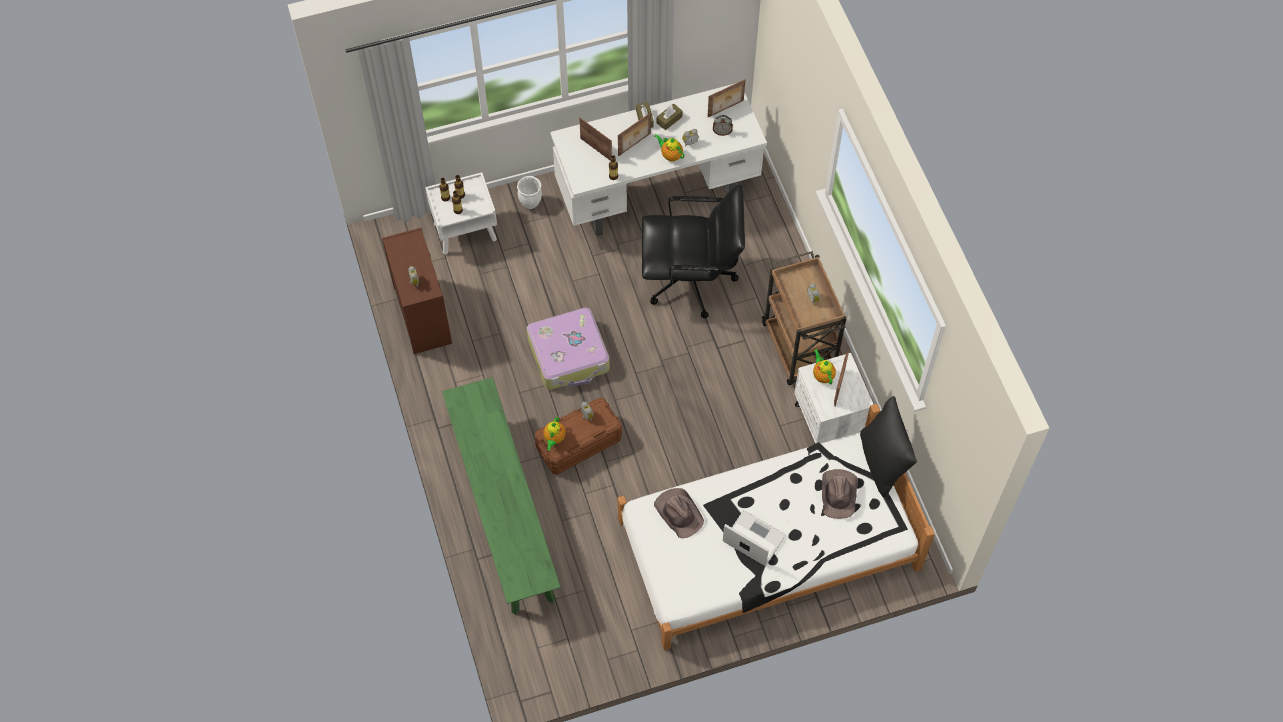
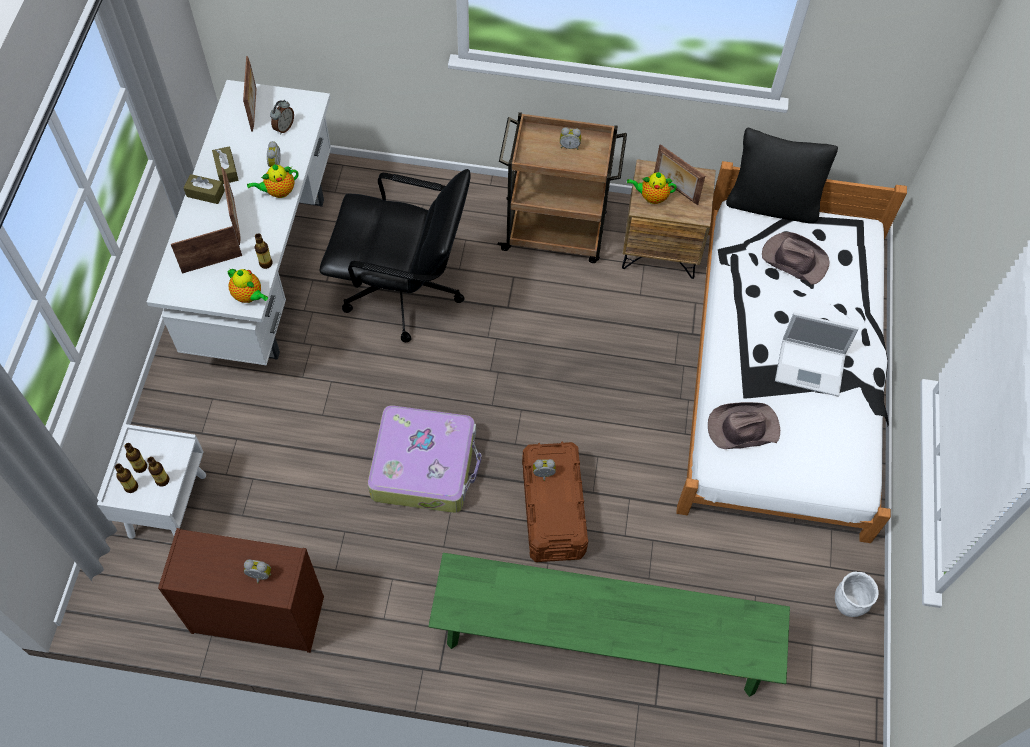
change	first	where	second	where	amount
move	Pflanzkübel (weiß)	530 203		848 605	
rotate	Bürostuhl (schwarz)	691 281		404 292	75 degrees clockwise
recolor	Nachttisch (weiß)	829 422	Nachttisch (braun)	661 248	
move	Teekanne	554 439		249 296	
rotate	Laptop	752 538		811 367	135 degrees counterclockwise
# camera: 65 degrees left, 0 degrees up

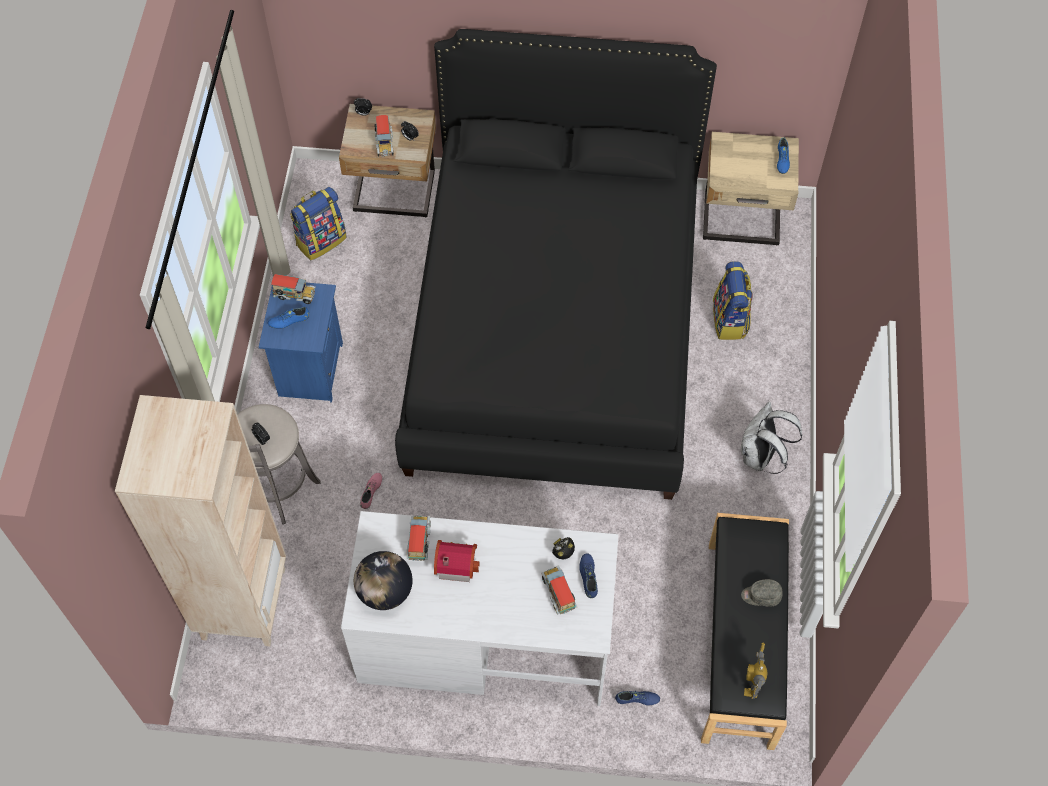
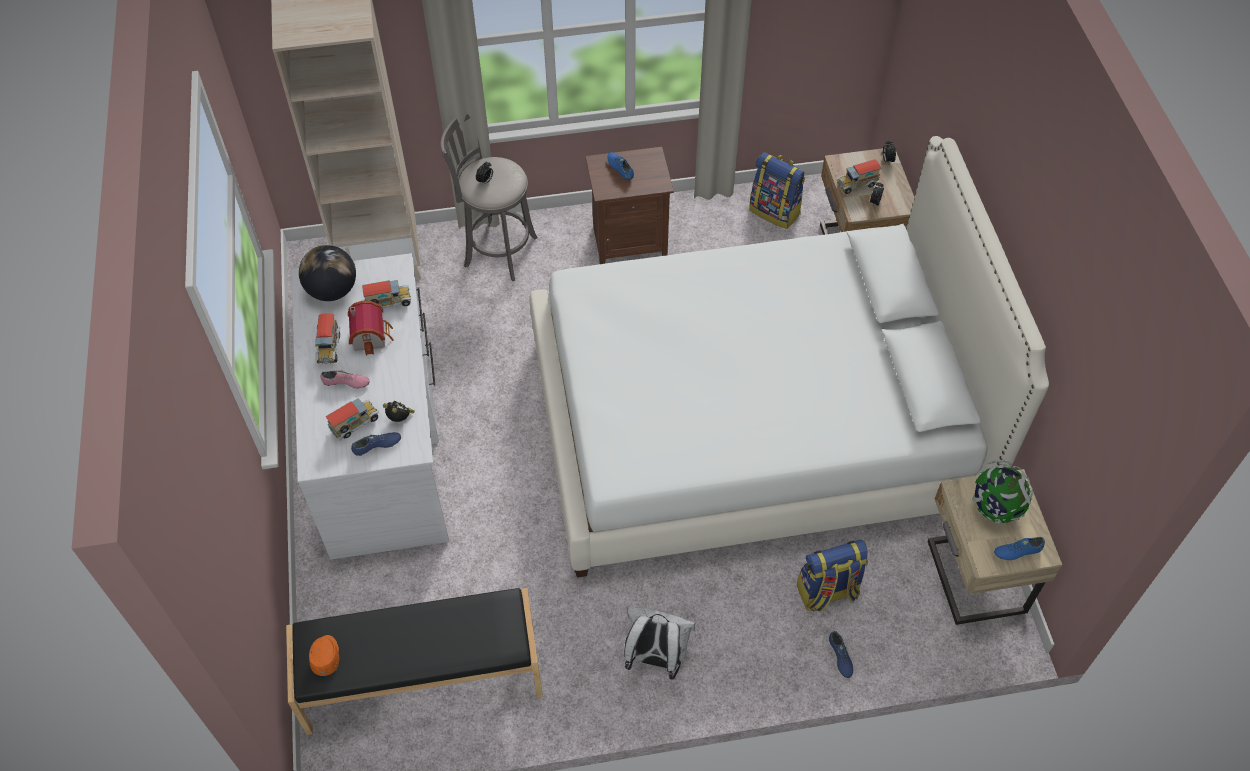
change	first	where	second	where	amount
recolor	Bett (schwarz)	555 326	Bett (weiß)	752 424	
move	Spielzeuglaster	295 296		328 348	
recolor	Nachttisch (blau)	309 369	Nachttisch (braun)	628 241	
move	Schuh (rosa)	371 492		346 383	
delete	Kappe (grau)	761 596			
replace	Spielzeugroboter	752 684	Kappe (orange)	326 656	
move	Schuh (blau)	637 700		840 657	
insert			Globus	995 508	
# camera: 75 degrees right, 5 degrees down

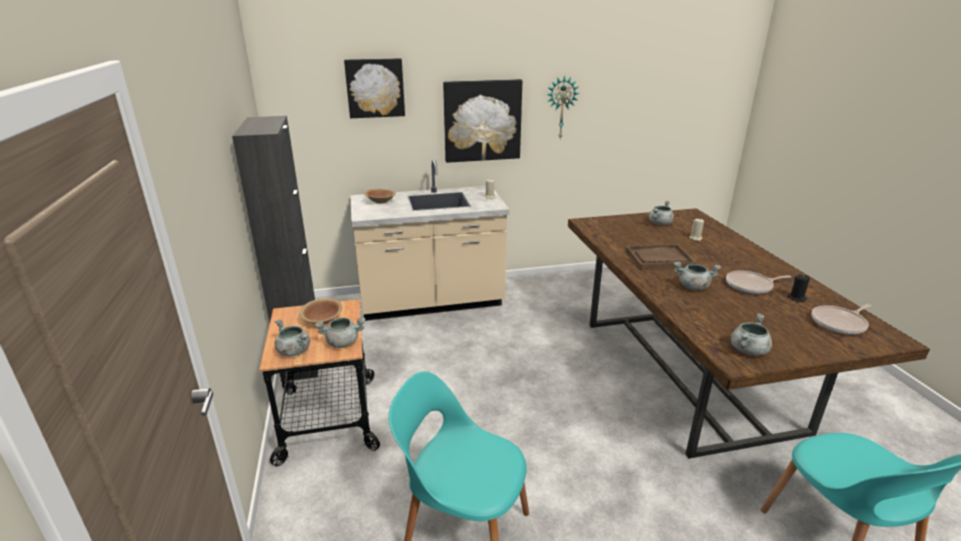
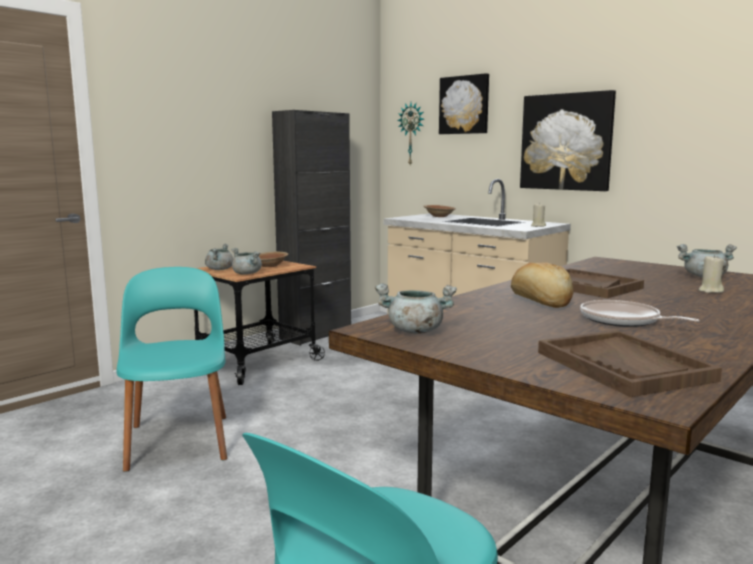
change	first	where	second	where	amount
move	Wanduhr	561 107		412 134	
replace	Kochtopf (grau)	693 287	Brot	540 302	
delete	Kerze (schwarz)	797 298			
replace	Pfanne	840 323	Tablett (braun)	623 366	
# camera: 55 degrees right, 15 degrees down

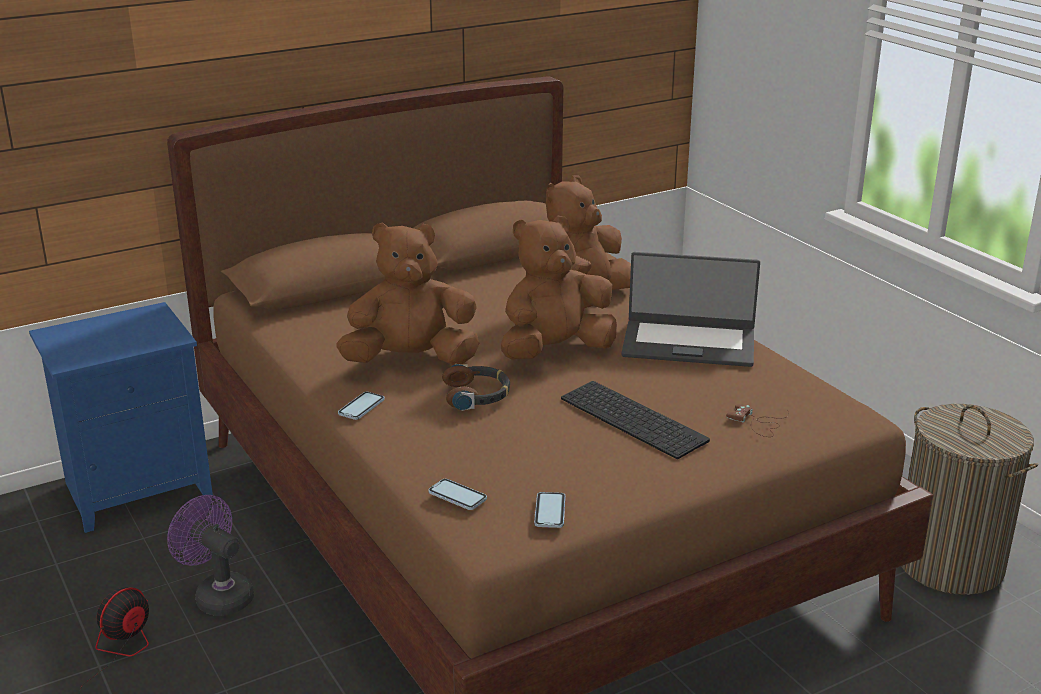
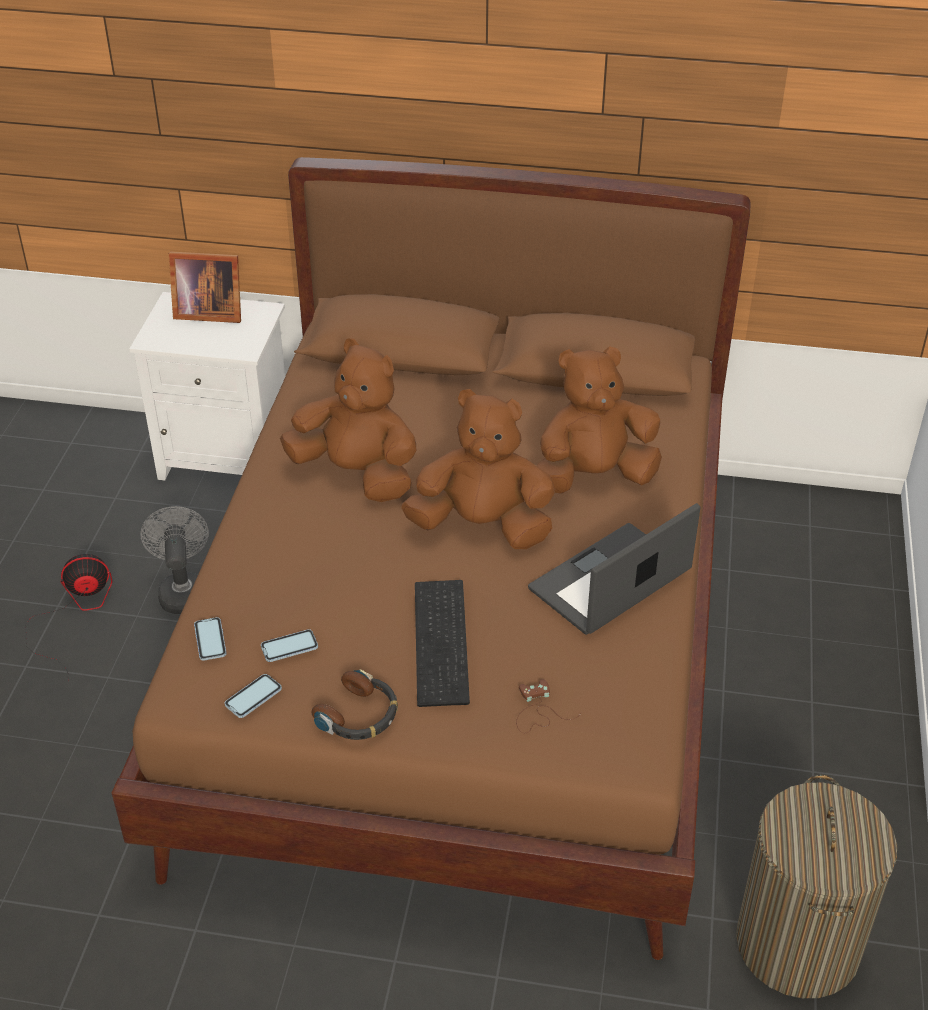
change	first	where	second	where	amount
rotate	Laptop	688 343		611 581	90 degrees clockwise
recolor	Nachttisch (blau)	139 488	Nachttisch (weiß)	229 456	
move	Kopfhörer	477 395		359 715	
move	Handy	361 407		289 647	
recolor	Ventilator (lila)	218 595	Ventilator (grau)	183 590	
insert			Bilderrahmen	207 312	
# camera: 40 degrees right, 15 degrees up

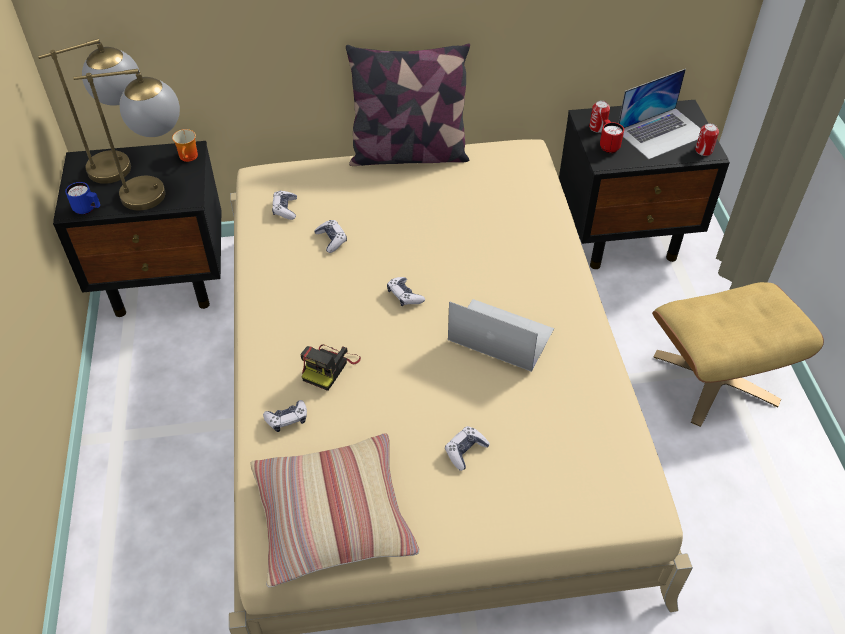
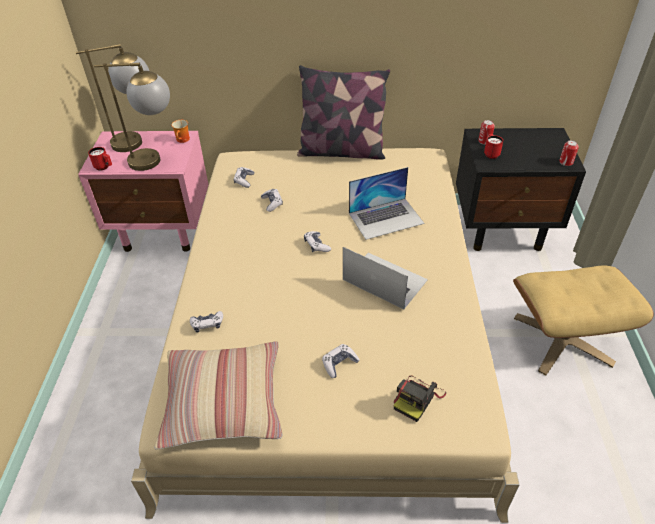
change	first	where	second	where	amount
move	Laptop	662 133		386 218	
recolor	Nachttisch (schwarz)	166 280	Nachttisch (rosa)	164 230	
recolor	Henkelbecher (blau)	88 210	Henkelbecher (rot)	104 167	
move	Kamera	329 367		417 398	
# camera: 10 degrees right, 5 degrees down

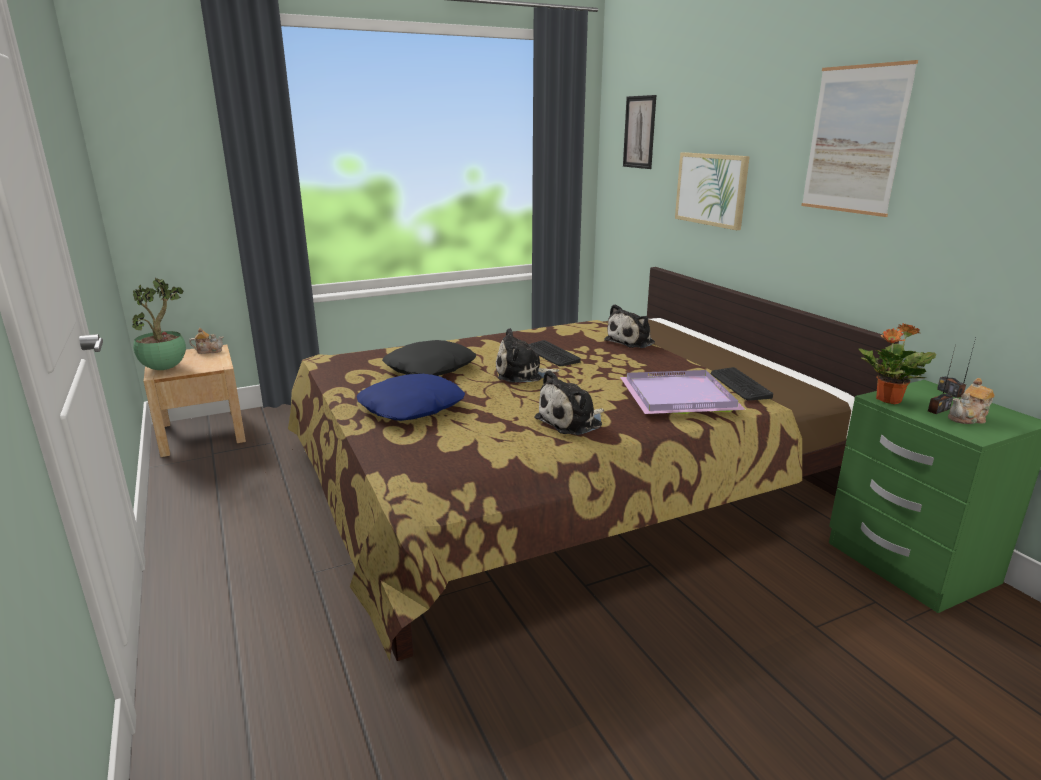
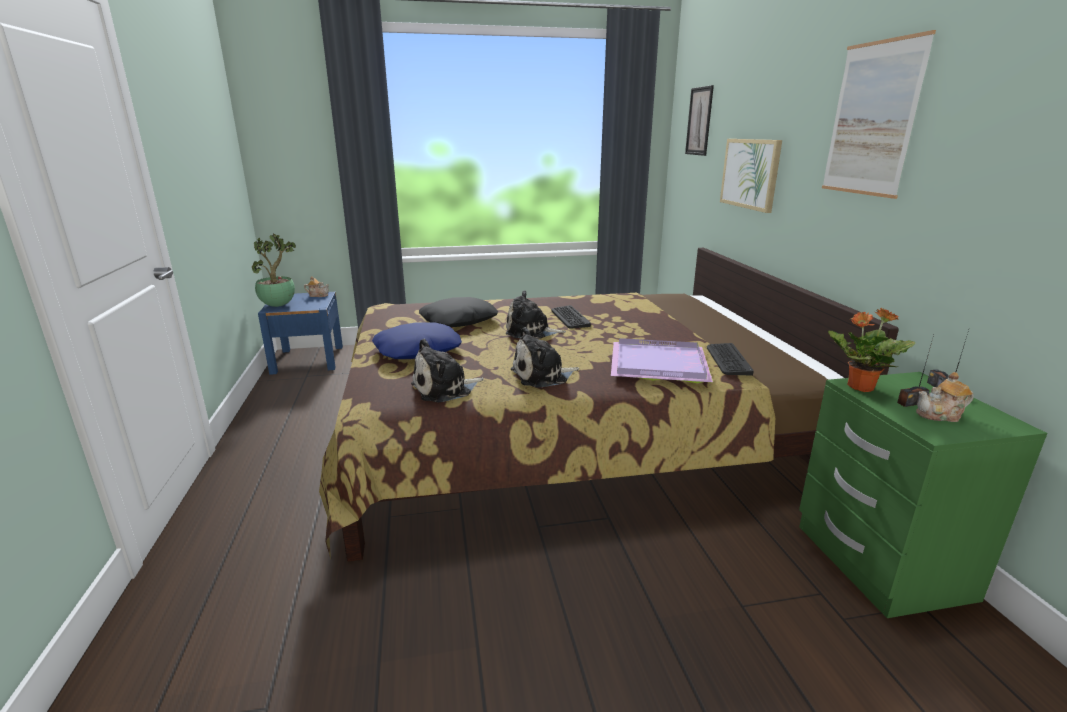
change	first	where	second	where	amount
move	Plüschtier	632 341		445 389	
recolor	Nachttisch (beige)	202 433	Nachttisch (blau)	308 359	
# camera: 15 degrees right, 0 degrees up

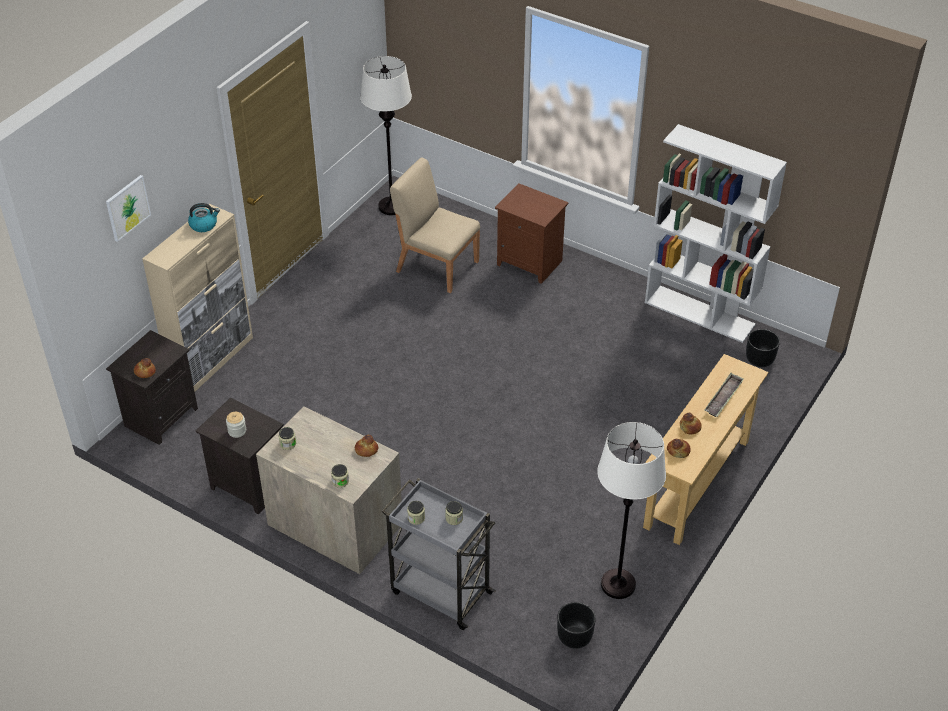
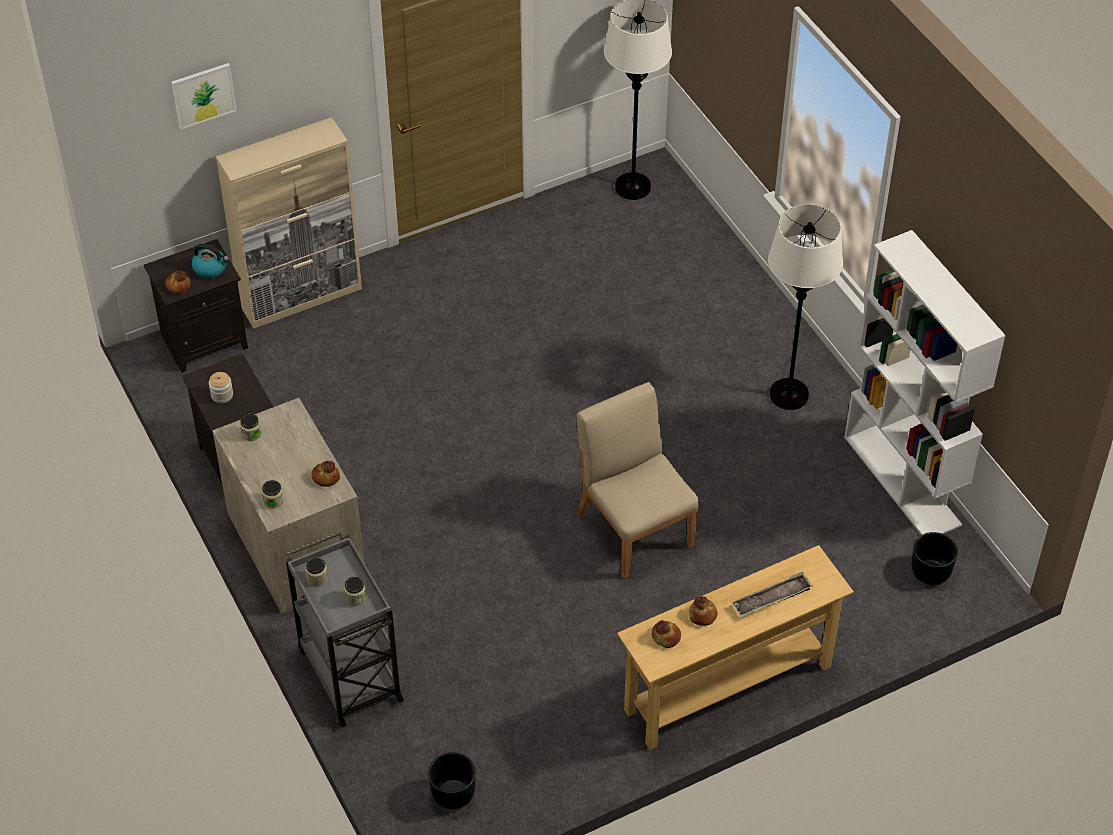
change	first	where	second	where	amount
move	Stuhl (beige)	436 265		635 528	
delete	Nachttisch (braun)	531 262			
move	Wasserkessel	204 225		210 268	
move	Stehlampe (weiß)	618 584		789 395	
# camera: 30 degrees right, 5 degrees up

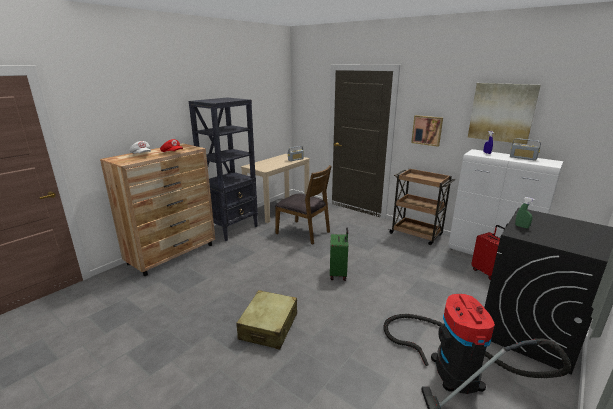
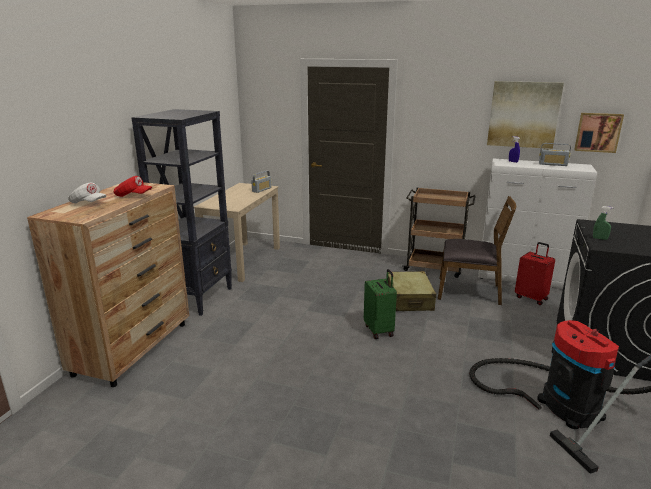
change	first	where	second	where	amount
move	Bild	427 130		598 132	
move	Stuhl (braun)	303 232		469 291	
move	Koffer (beige)	269 326		409 299	
# camera: 20 degrees left, 0 degrees up

